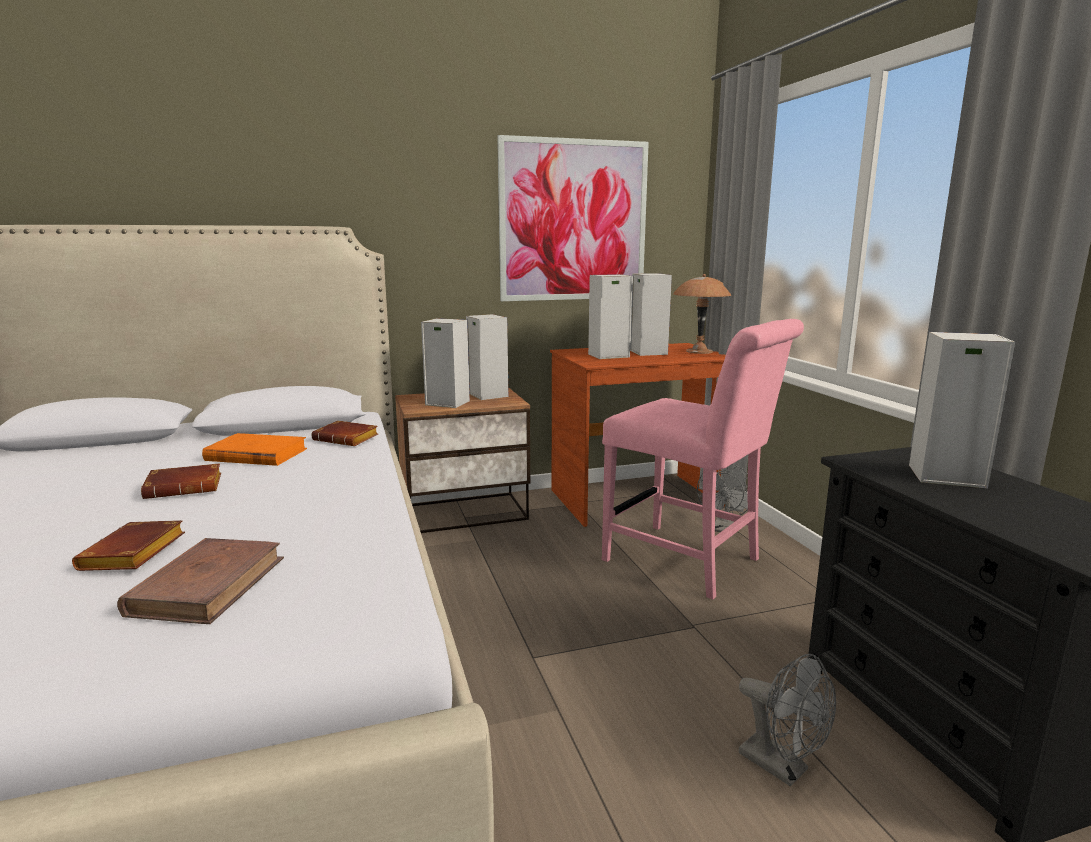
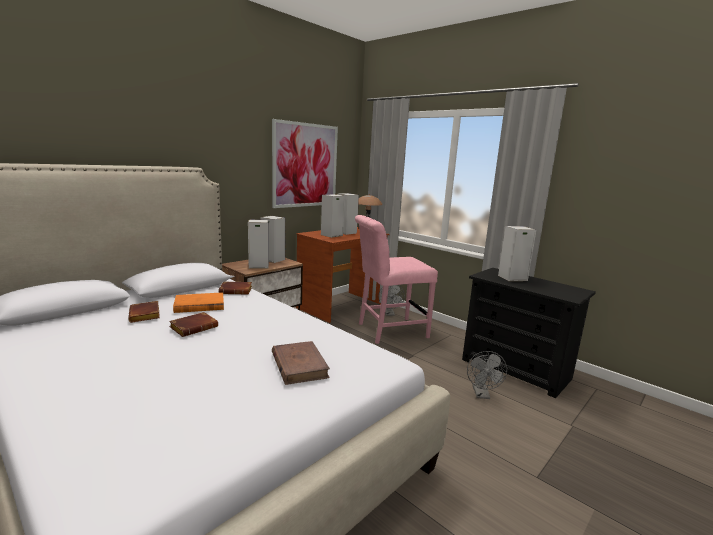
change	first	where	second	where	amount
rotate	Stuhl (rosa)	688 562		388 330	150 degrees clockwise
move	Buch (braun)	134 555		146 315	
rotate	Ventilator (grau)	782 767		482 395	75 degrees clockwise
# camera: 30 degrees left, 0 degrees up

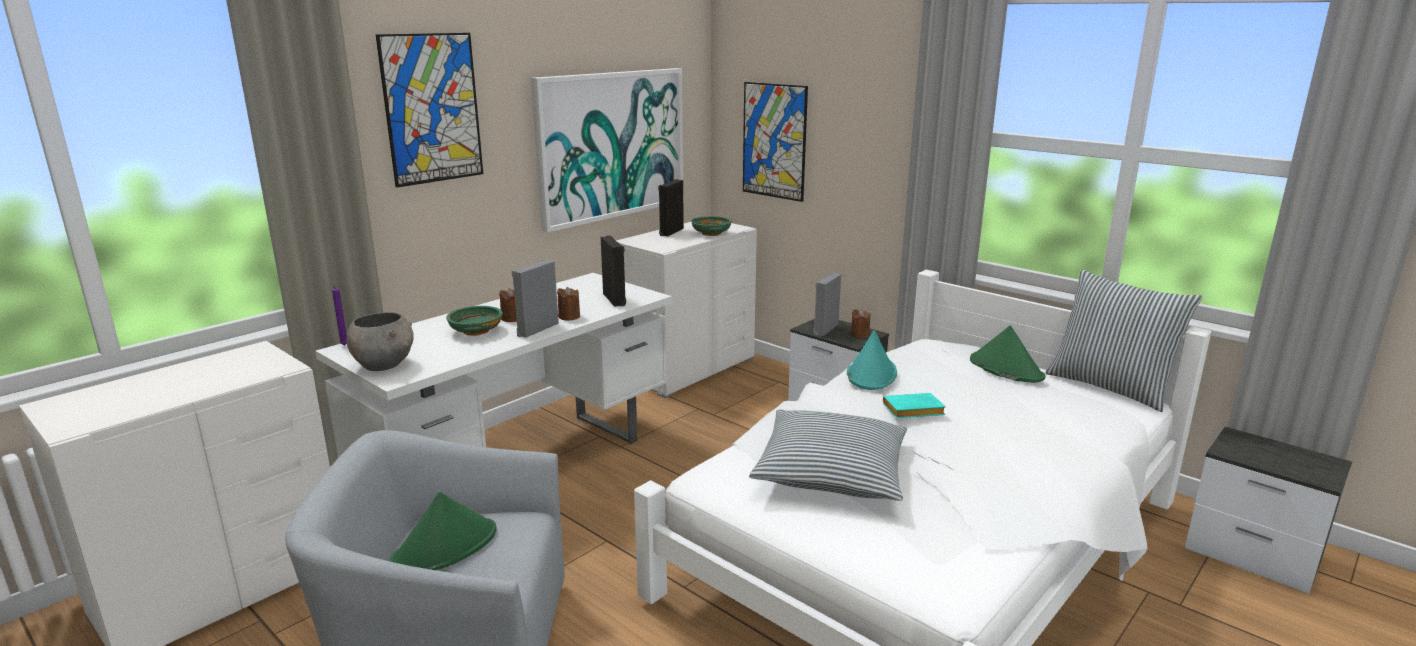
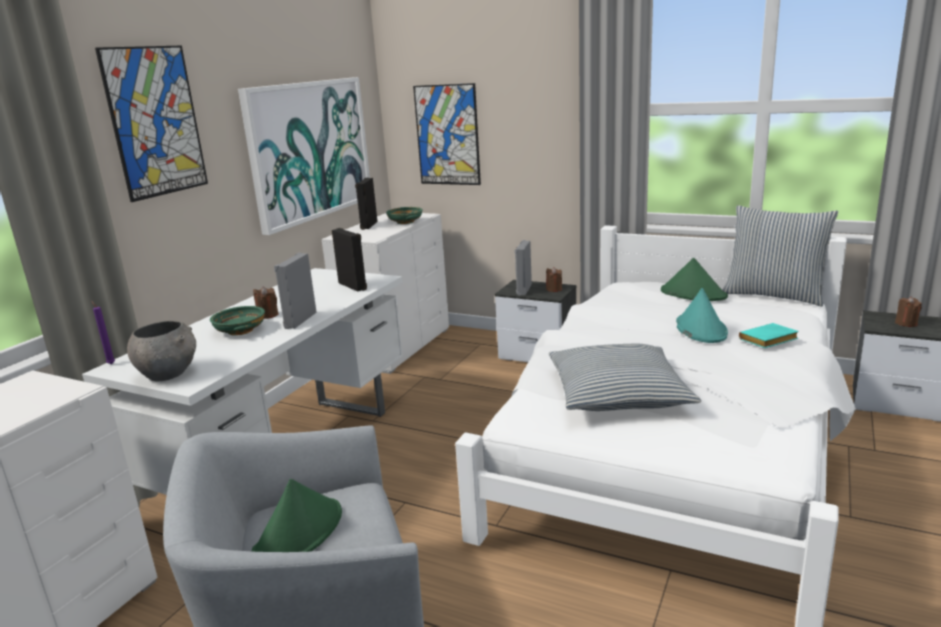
change	first	where	second	where	amount
move	Kerze (braun)	569 316		906 323	
move	Hut (türkis)	871 374		700 329	
move	Buch (türkis)	912 411		768 341	
# camera: 15 degrees left, 0 degrees up

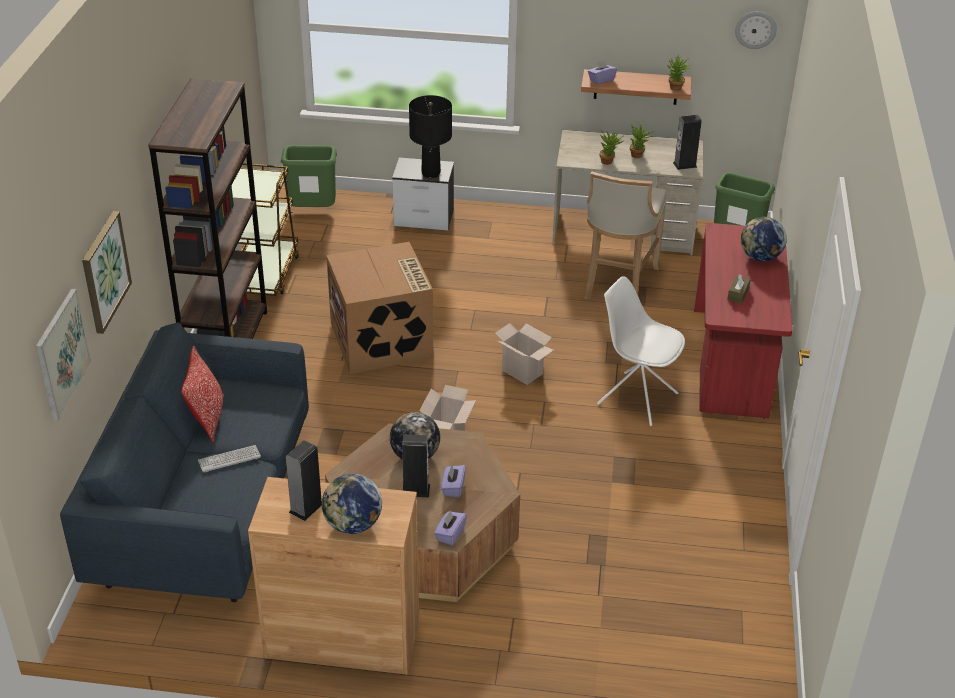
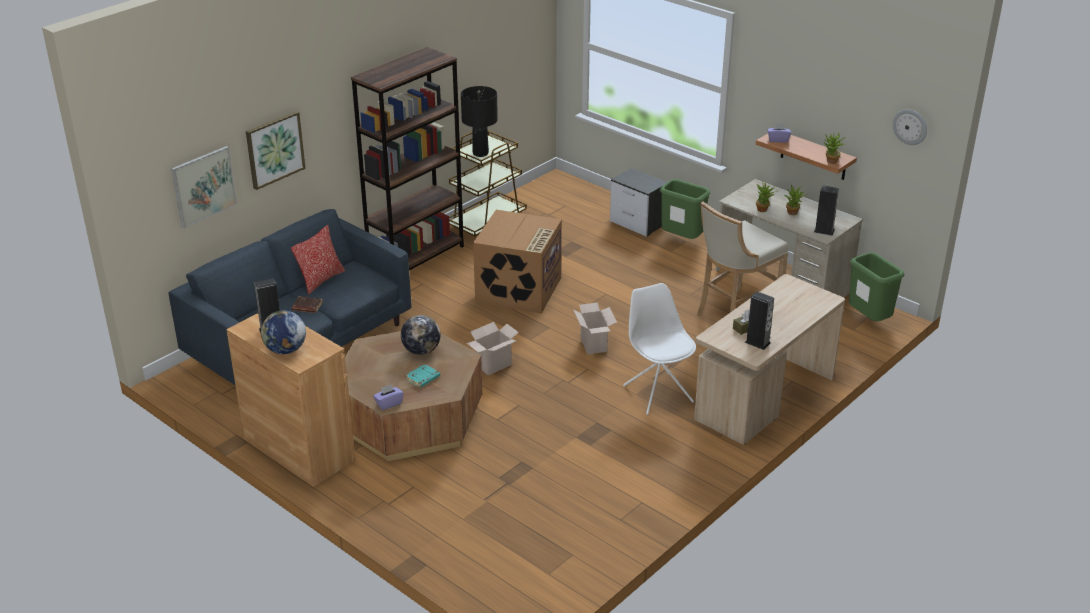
change	first	where	second	where	amount
move	Tischlampe (schwarz)	431 173		480 153	
move	Mülleimer (grün)	313 211		682 240	
delete	Globus	760 257			
recolor	Schreibtisch (rot)	733 362	Schreibtisch (beige)	763 399	
move	Lautsprecher	416 490		757 342	
replace	Tastatur	229 459	Buch (braun)	307 307	
replace	Taschentuchbox (lila)	453 488	Buch (türkis)	423 378	
# camera: 35 degrees right, 5 degrees down

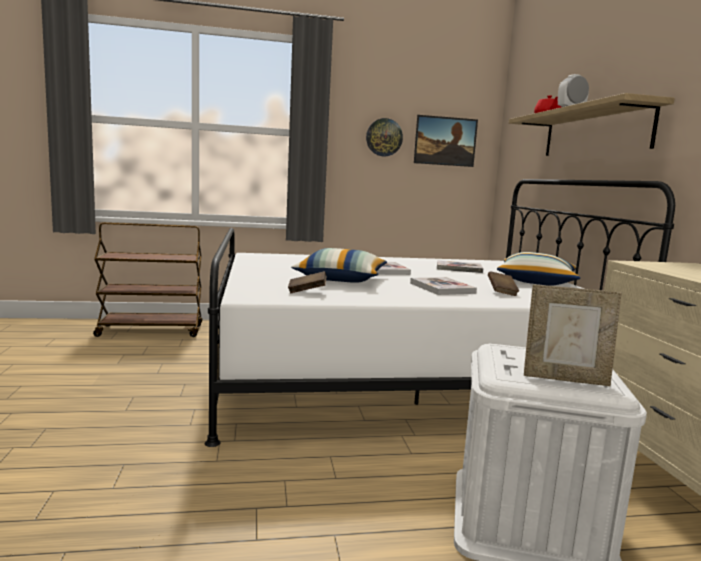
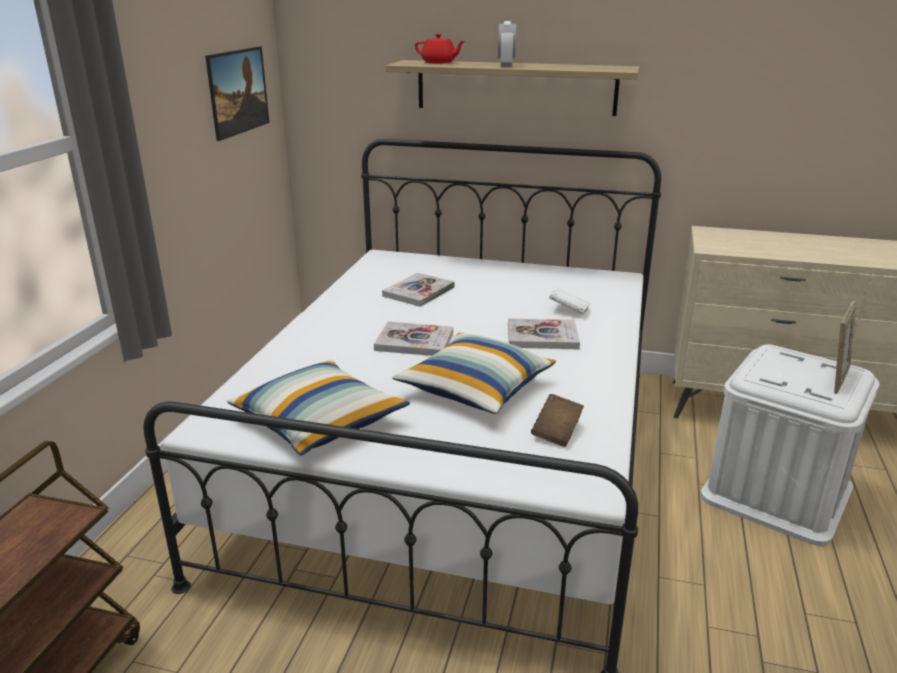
change	first	where	second	where	amount
delete	Wanduhr	384 137			
move	Kissen	536 282		320 423	
recolor	Buch (braun)	501 292	Buch (weiß)	569 311	
# camera: 65 degrees left, 15 degrees up

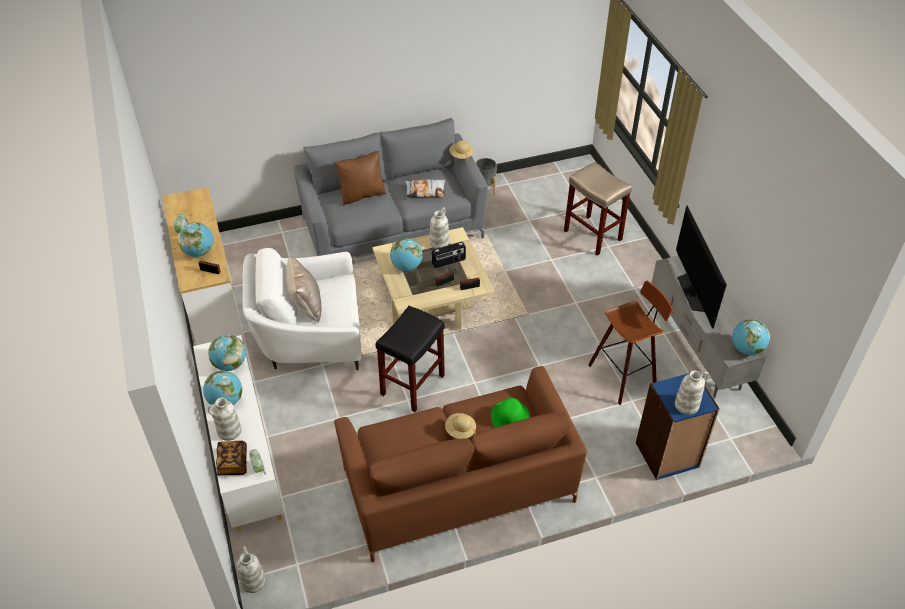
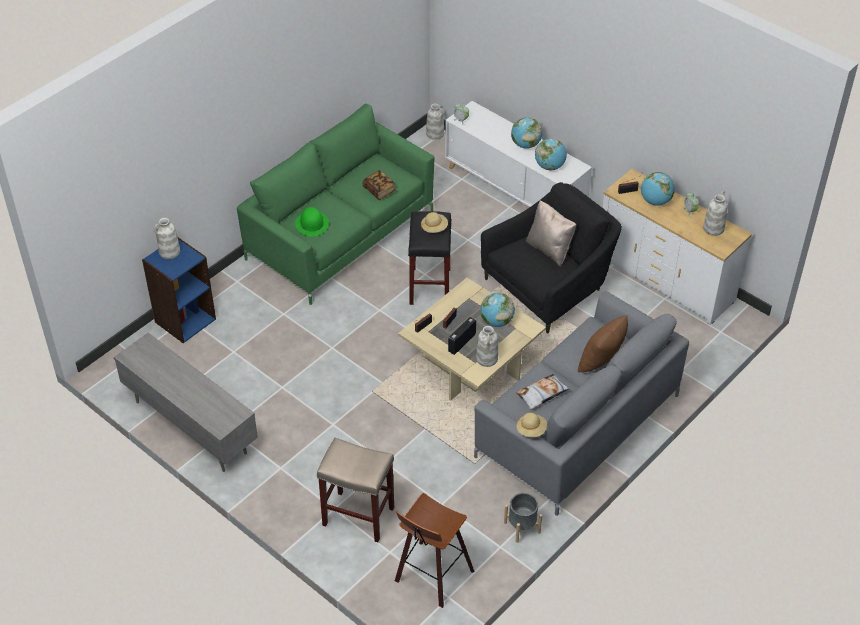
change	first	where	second	where	amount
delete	Fernseher	694 292			
recolor	Sessel (weiß)	310 338	Sessel (schwarz)	549 286	
move	Hocker	624 375		431 577	
delete	Globus	746 349			
recolor	Sofa (braun)	458 485	Sofa (grün)	340 234	
move	Vase (weiß)	229 431		713 228	
move	Hut (beige)	460 430		434 228	
move	Buch	233 463		379 190	
# camera: 150 degrees right, 0 degrees up

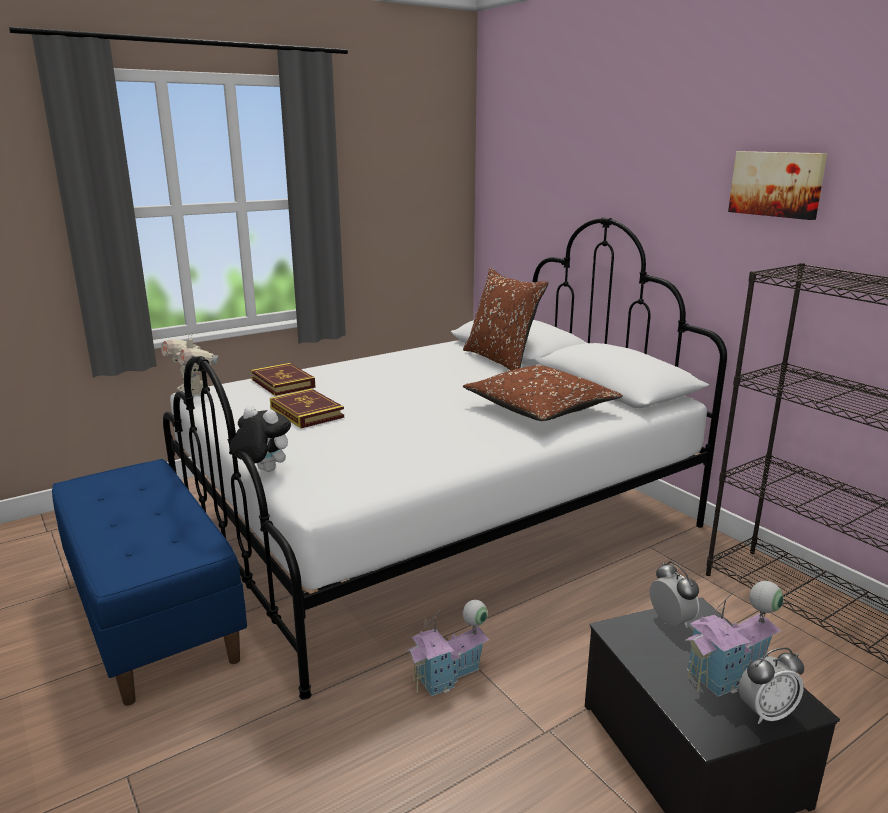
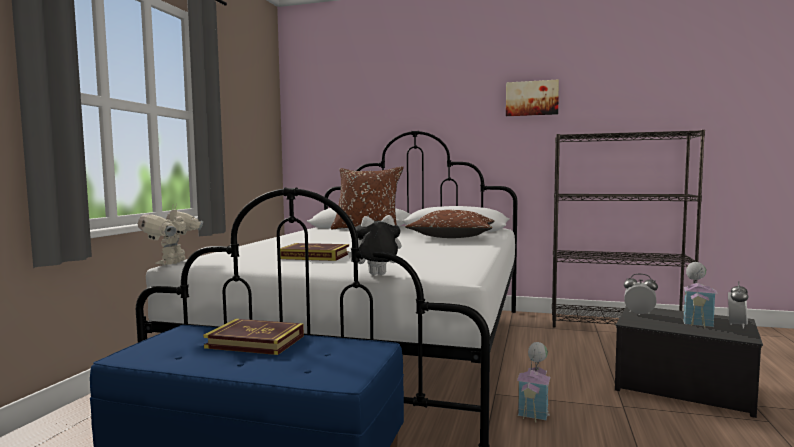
change	first	where	second	where	amount
rotate	Spielzeugroboter	193 391		173 263	90 degrees clockwise
move	Buch	283 383		255 342	
# camera: 40 degrees left, 15 degrees down

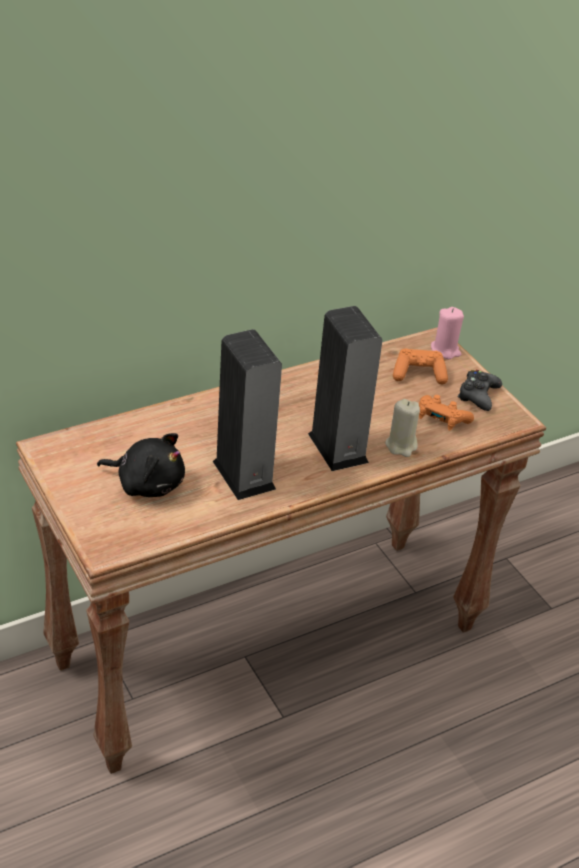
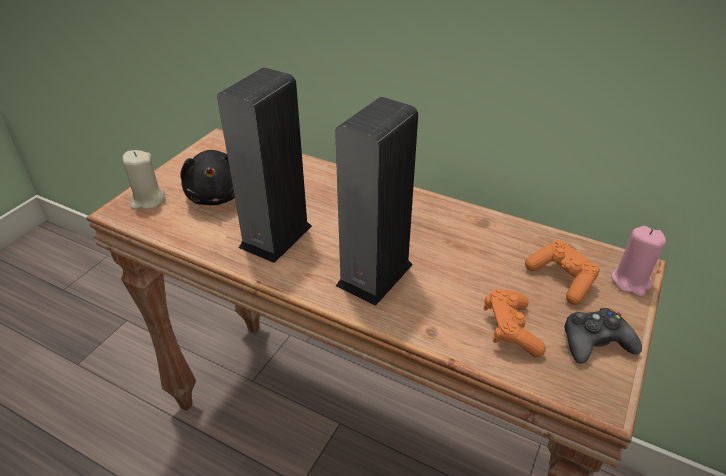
change	first	where	second	where	amount
move	Kerze (beige)	401 445		148 200	
# camera: 60 degrees right, 0 degrees up

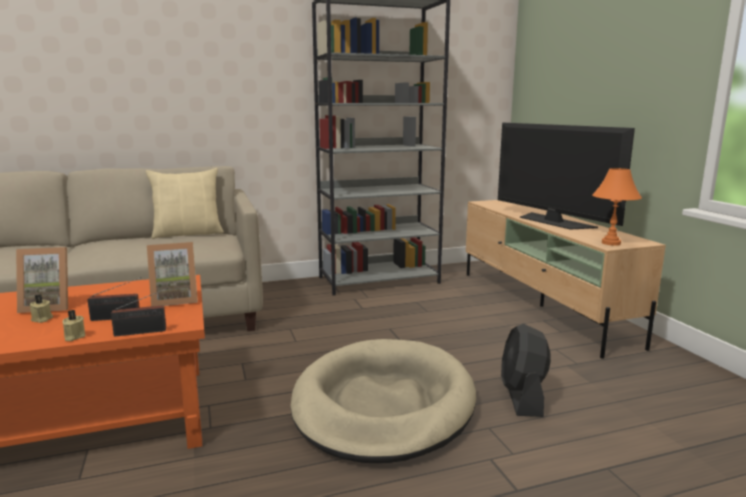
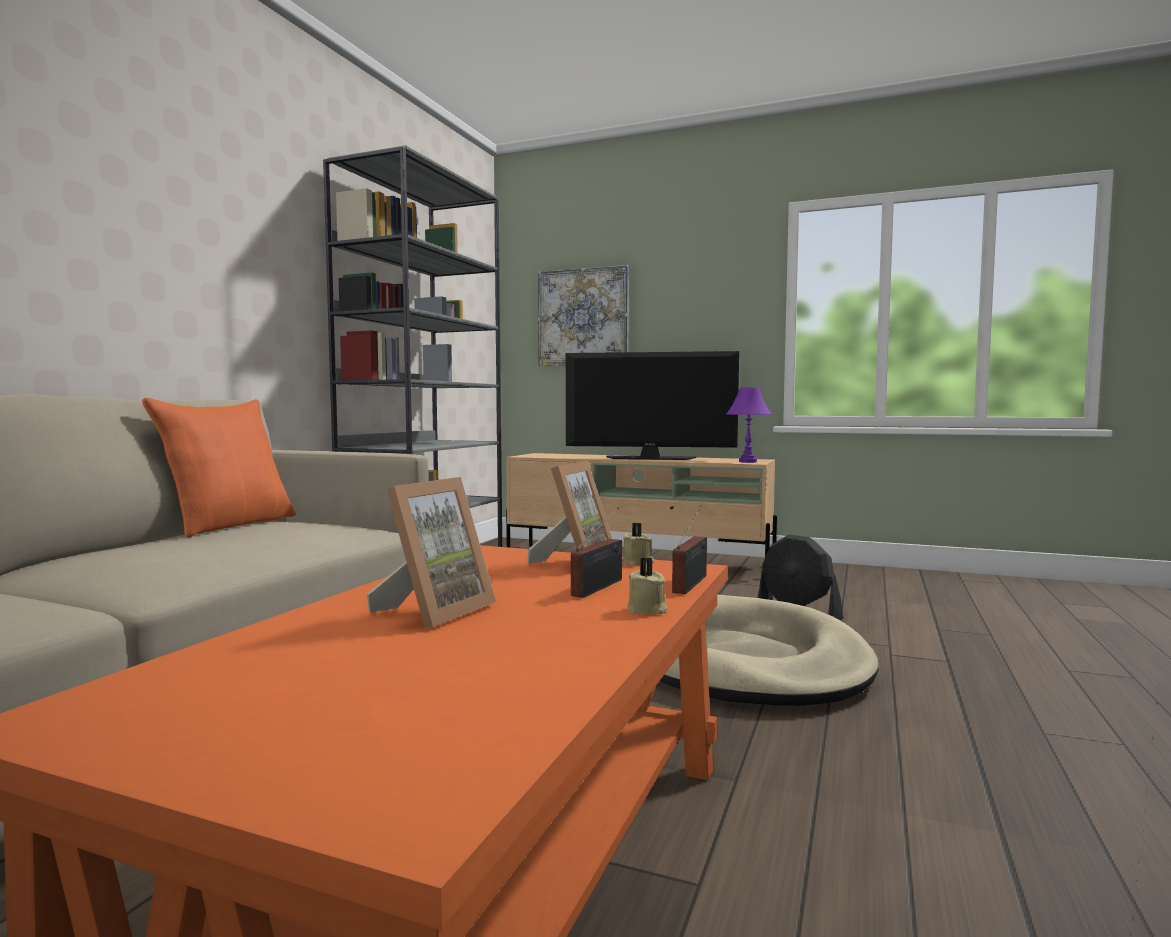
change	first	where	second	where	amount
recolor	Kissen (beige)	188 234	Kissen (orange)	229 525	
recolor	Tischlampe (orange)	611 243	Tischlampe (lila)	748 462	
move	Kerze (beige)	41 319		638 562	
insert			Bild	583 317	
# camera: 50 degrees left, 10 degrees down

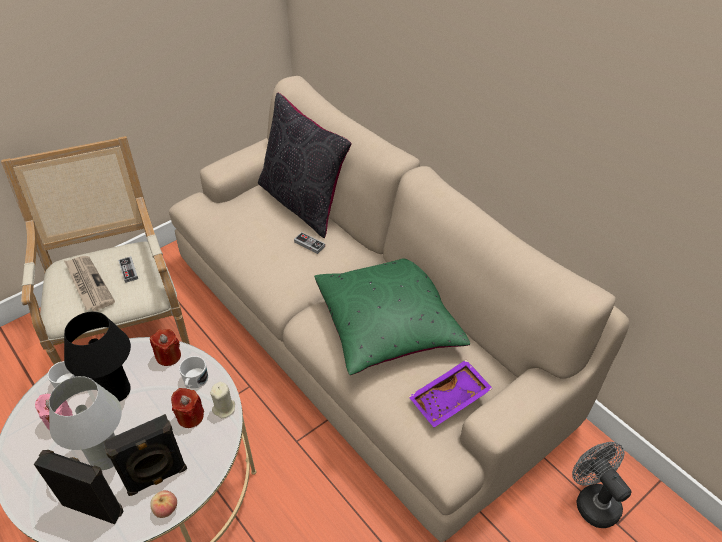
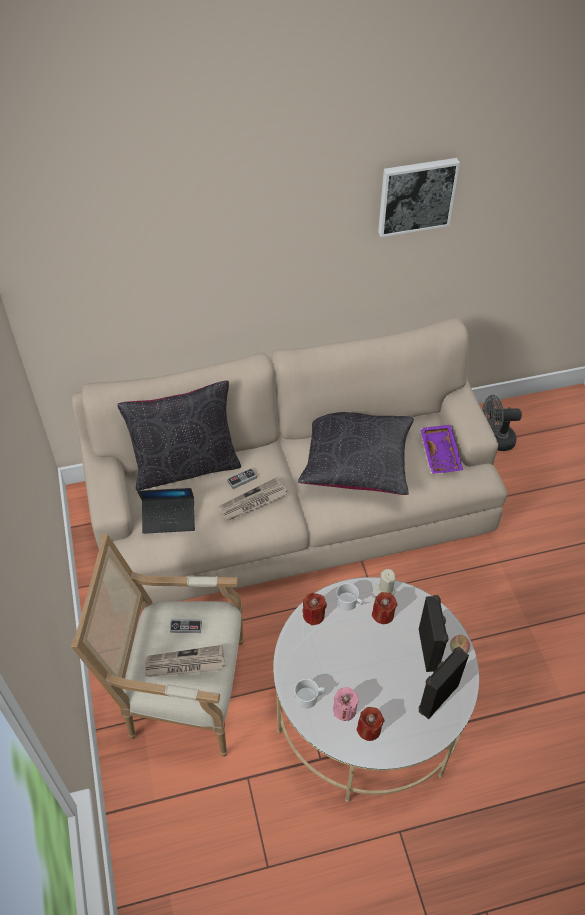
change	first	where	second	where	amount
recolor	Kissen (grün)	387 323	Kissen (schwarz)	356 461	
delete	Tischlampe (schwarz)	115 391			
delete	Tischlampe (weiß)	106 456			
insert			Bild	416 195	
insert			Zeitung	253 501	
insert			Laptop	169 518	
insert			Kerze (rot)	369 729	
# camera: 65 degrees left, 5 degrees up

